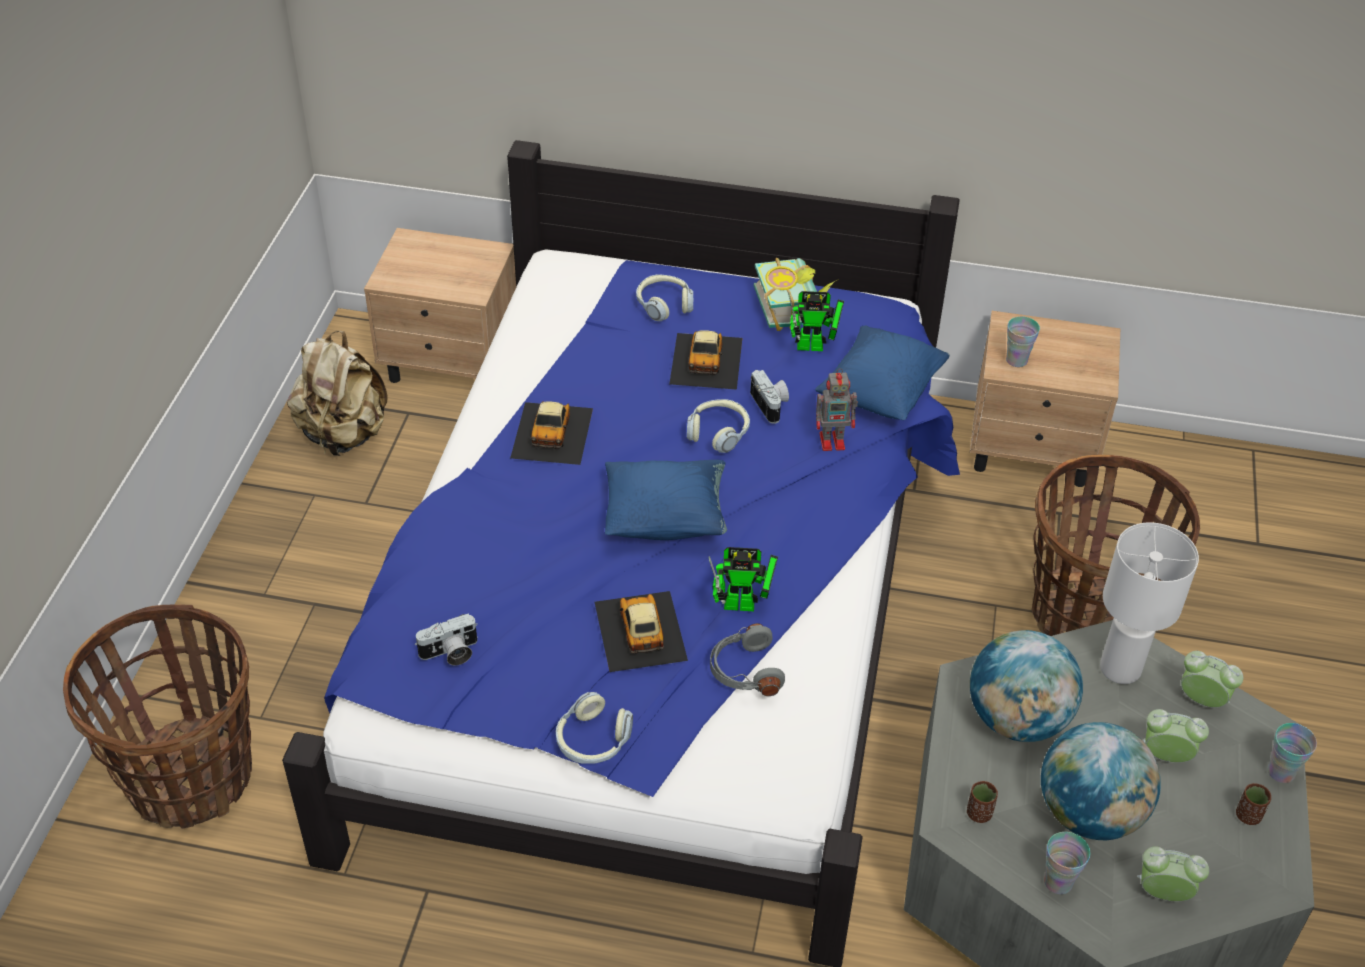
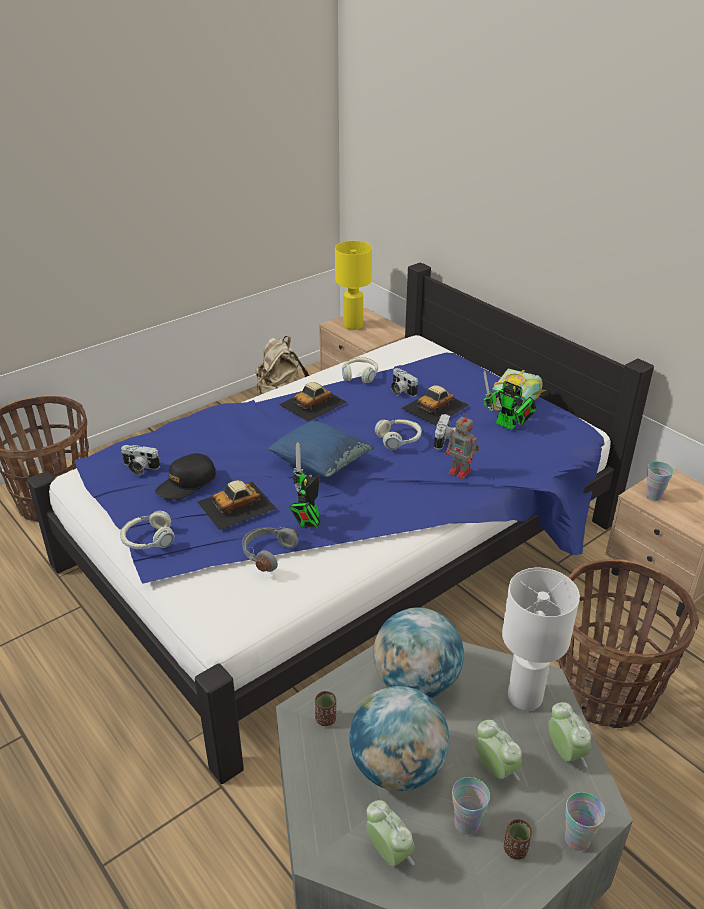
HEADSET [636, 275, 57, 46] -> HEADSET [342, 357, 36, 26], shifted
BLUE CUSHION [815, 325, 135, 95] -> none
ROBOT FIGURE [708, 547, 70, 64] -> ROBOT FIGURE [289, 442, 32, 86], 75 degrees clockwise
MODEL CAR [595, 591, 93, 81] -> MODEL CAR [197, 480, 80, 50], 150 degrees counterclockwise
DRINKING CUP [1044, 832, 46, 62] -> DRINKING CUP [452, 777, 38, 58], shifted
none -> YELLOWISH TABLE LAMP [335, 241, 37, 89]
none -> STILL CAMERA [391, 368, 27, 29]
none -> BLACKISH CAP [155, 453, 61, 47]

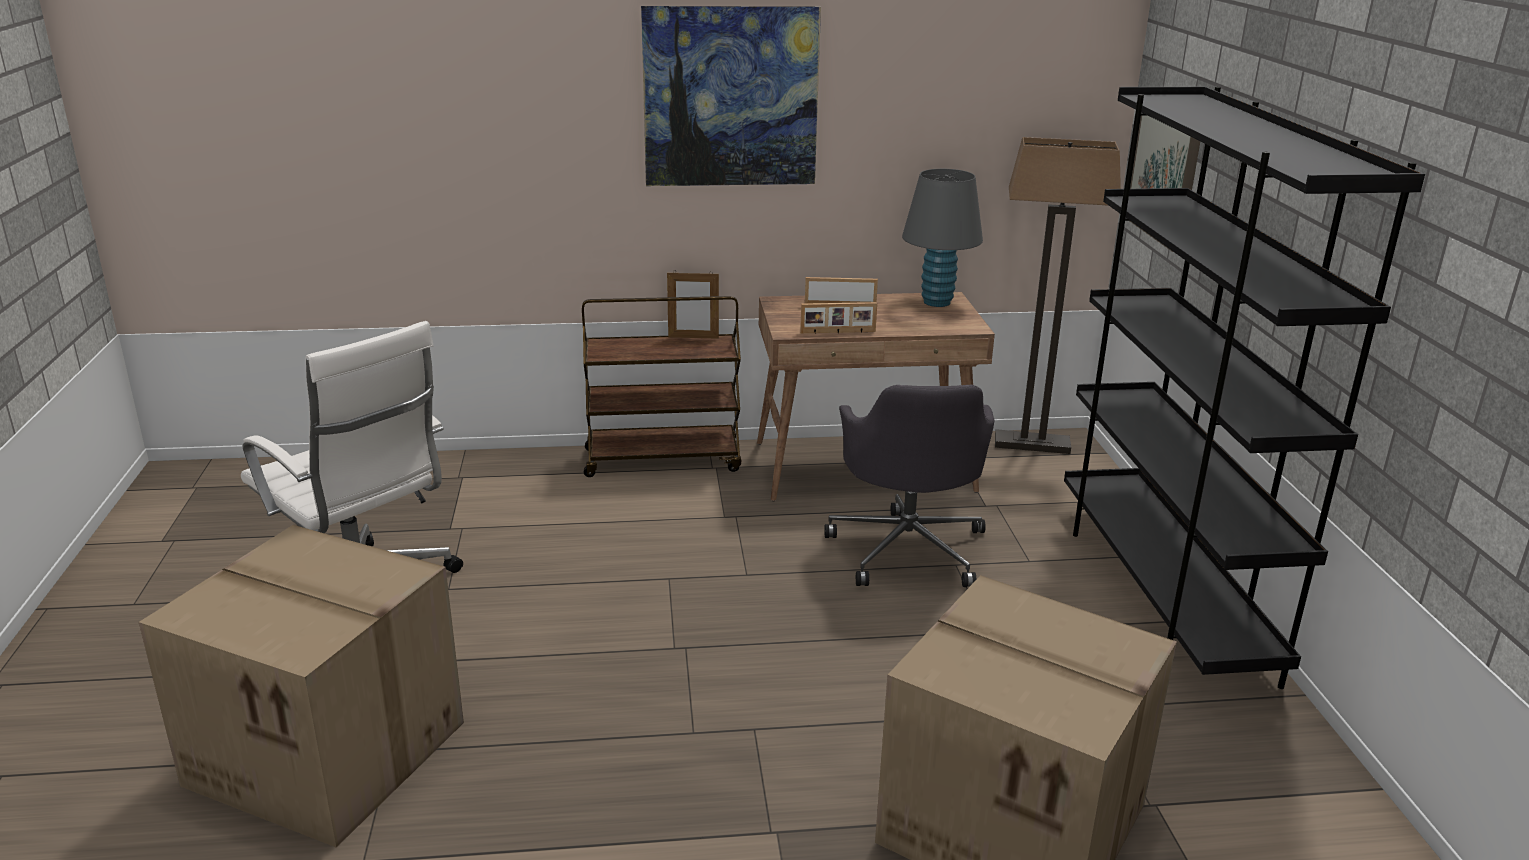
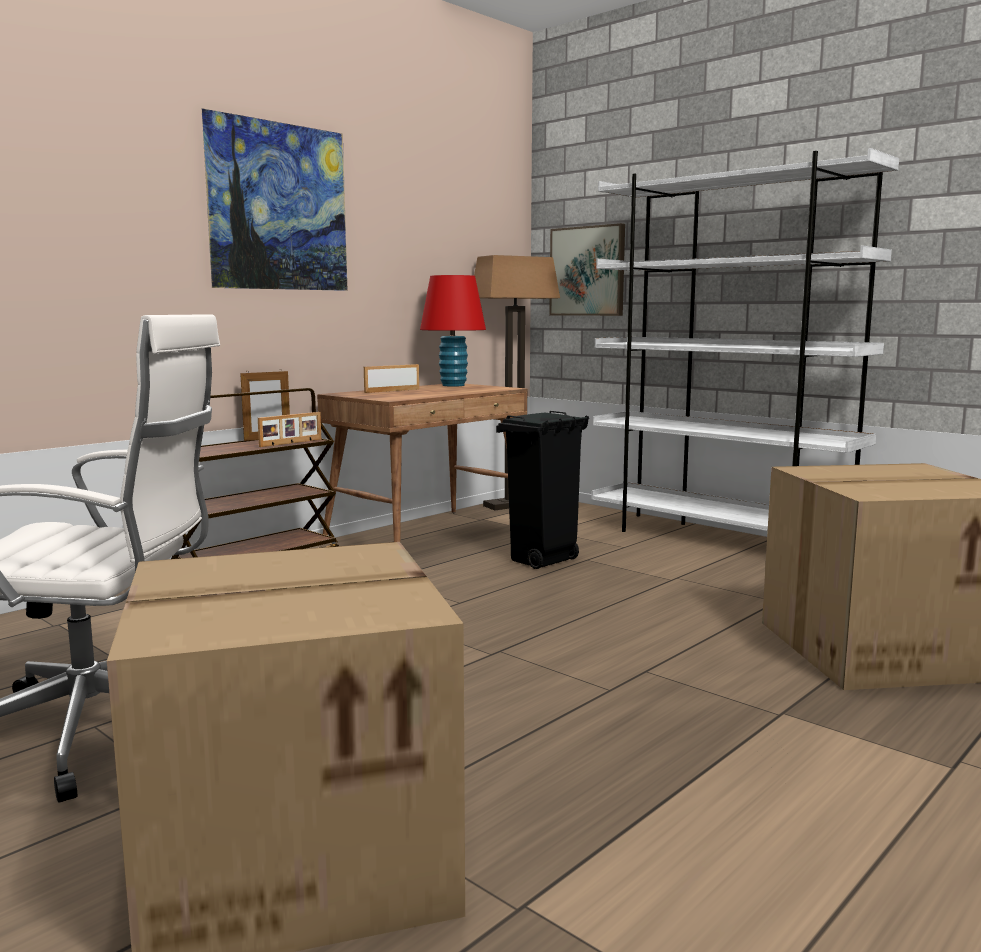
BLACKISH BOOKSHELF [1064, 87, 361, 602] -> WHITE-COLOURED BOOKSHELF [591, 148, 308, 384]
GREY TABLE LAMP [902, 169, 81, 138] -> REDDISH TABLE LAMP [420, 275, 66, 112]
PHOTO FRAME [800, 302, 77, 31] -> PHOTO FRAME [258, 412, 63, 35], shifted
GREY OFFICE CHAIR [824, 385, 171, 202] -> BLACKISH WASTE BIN [496, 411, 93, 158]

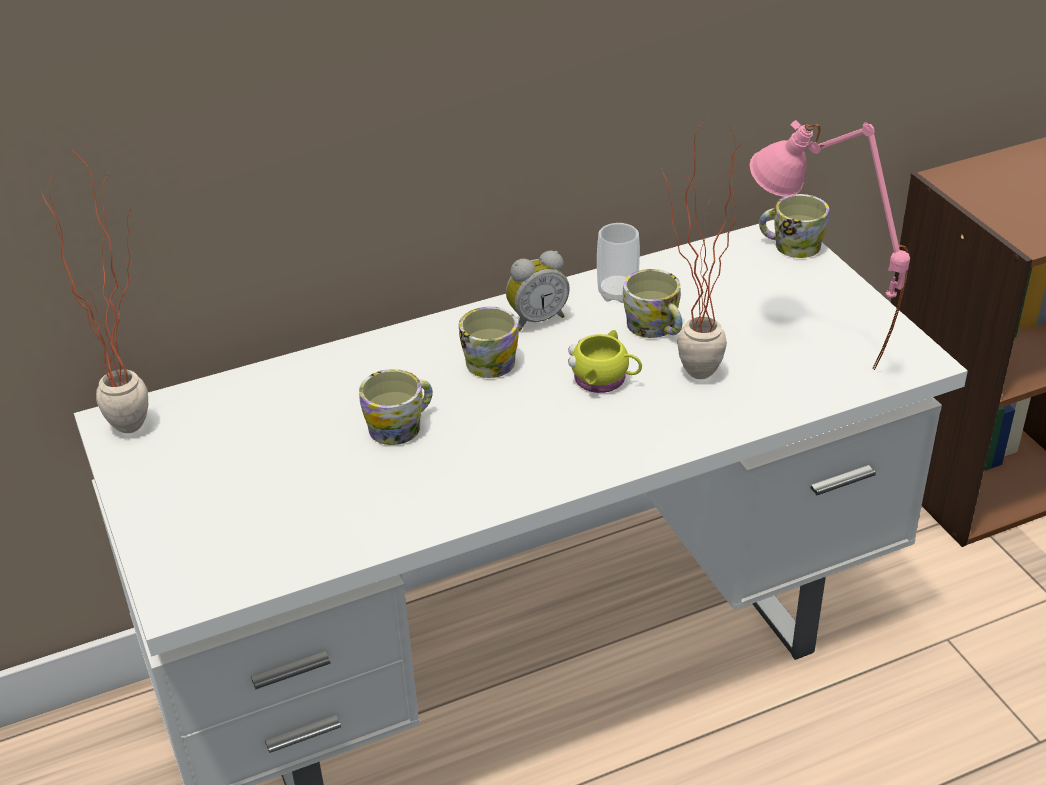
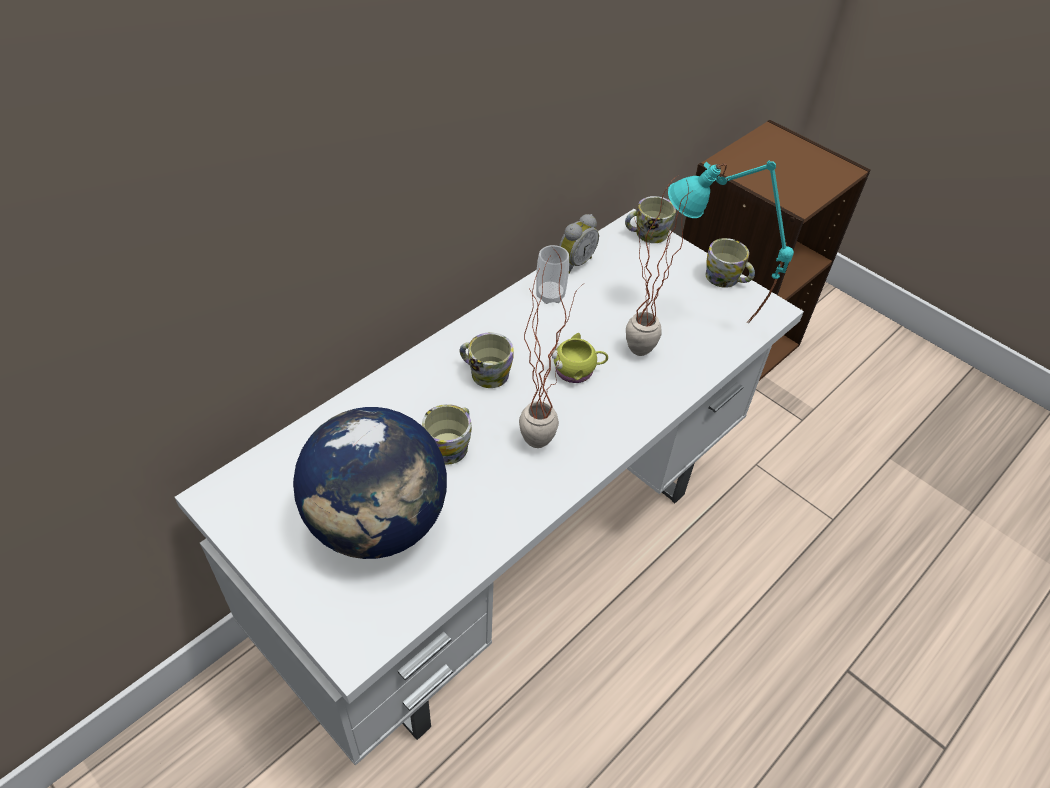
PINK TABLE LAMP [750, 120, 160, 250] -> TURQUOISE TABLE LAMP [668, 160, 126, 163]
POTTED PLANT [42, 148, 106, 285] -> POTTED PLANT [519, 247, 63, 201], shifted
BEDSIDE CLOCK [506, 251, 64, 80] -> BEDSIDE CLOCK [559, 214, 40, 60], shifted
COFFEE MUG [623, 269, 59, 69] -> COFFEE MUG [706, 238, 49, 50], shifted
none -> GLOBE [293, 407, 154, 152]

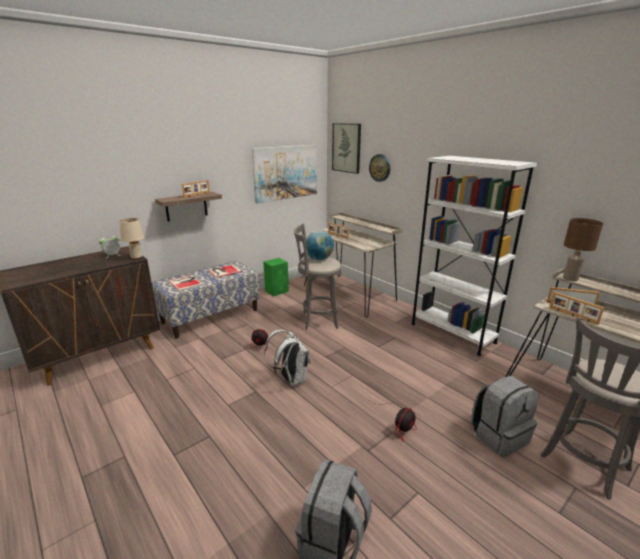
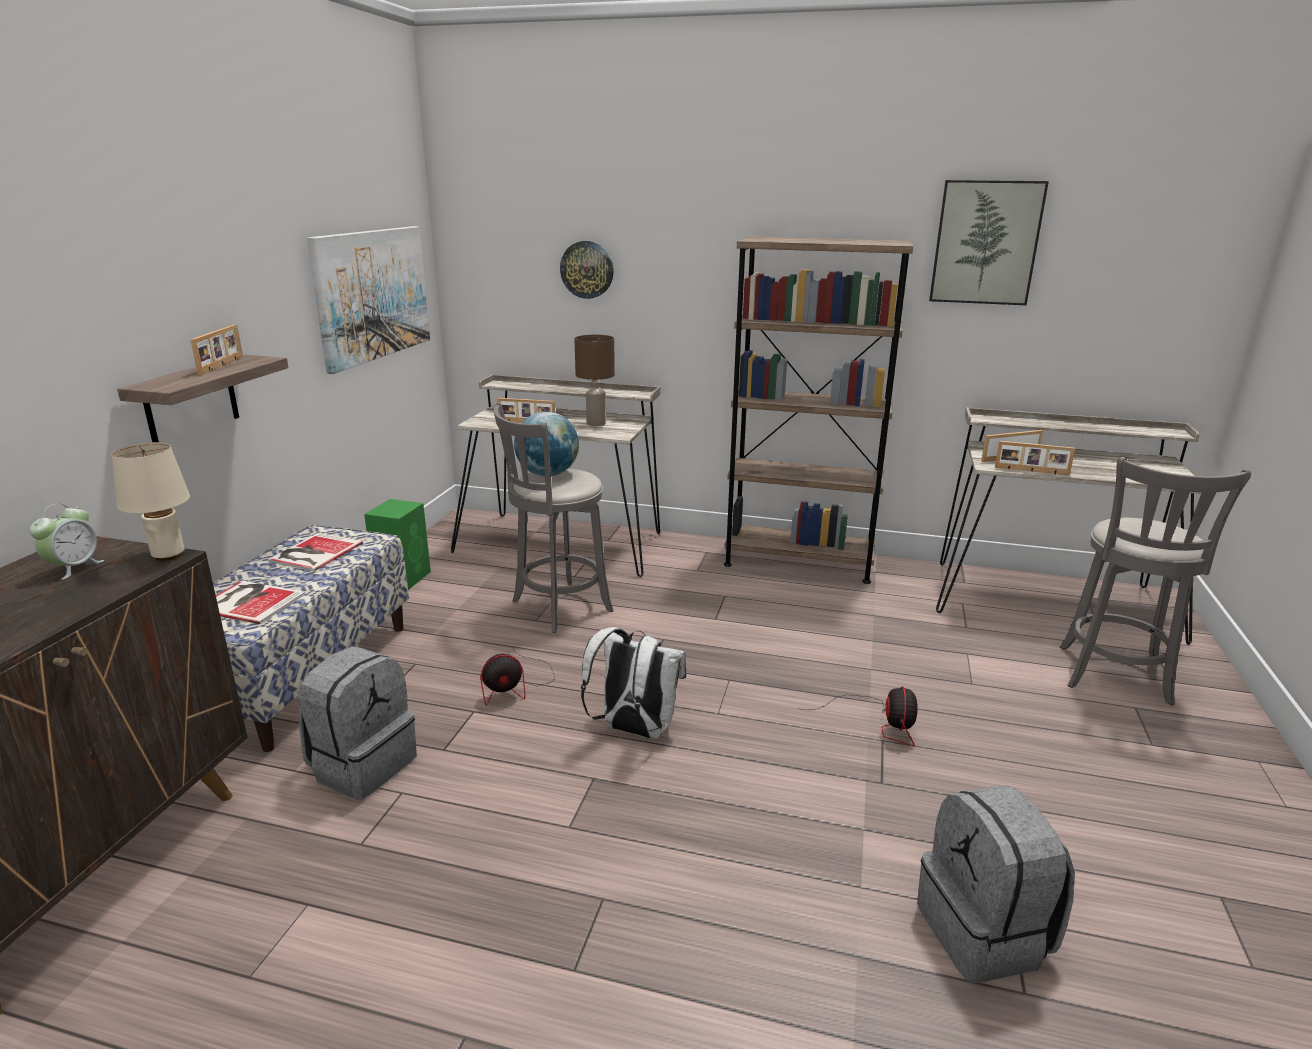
PICTURE [332, 123, 29, 51] -> PICTURE [929, 180, 120, 125], shifted
WHITE-COLOURED BOOKSHELF [411, 156, 126, 200] -> BROWN-COLOURED BOOKSHELF [724, 236, 189, 348]
BROWN-COLOURED TABLE LAMP [563, 218, 40, 63] -> BROWN-COLOURED TABLE LAMP [574, 335, 41, 91], shifted
GREY KNAPSACK [471, 376, 67, 81] -> GREY KNAPSACK [299, 646, 118, 154], shifted

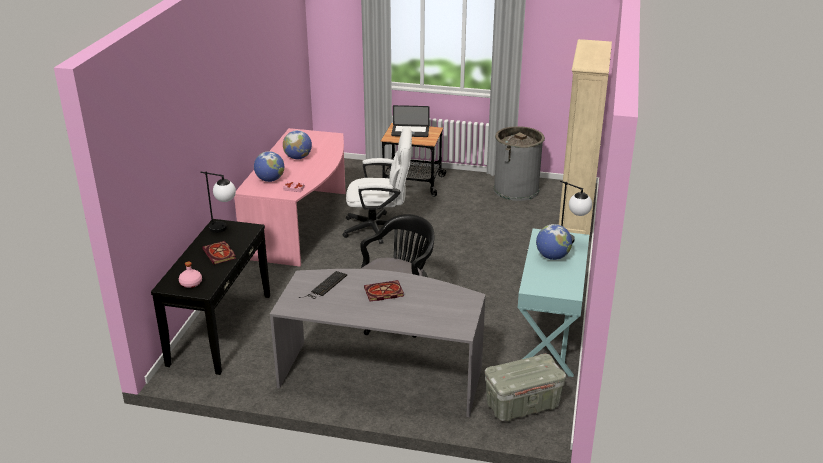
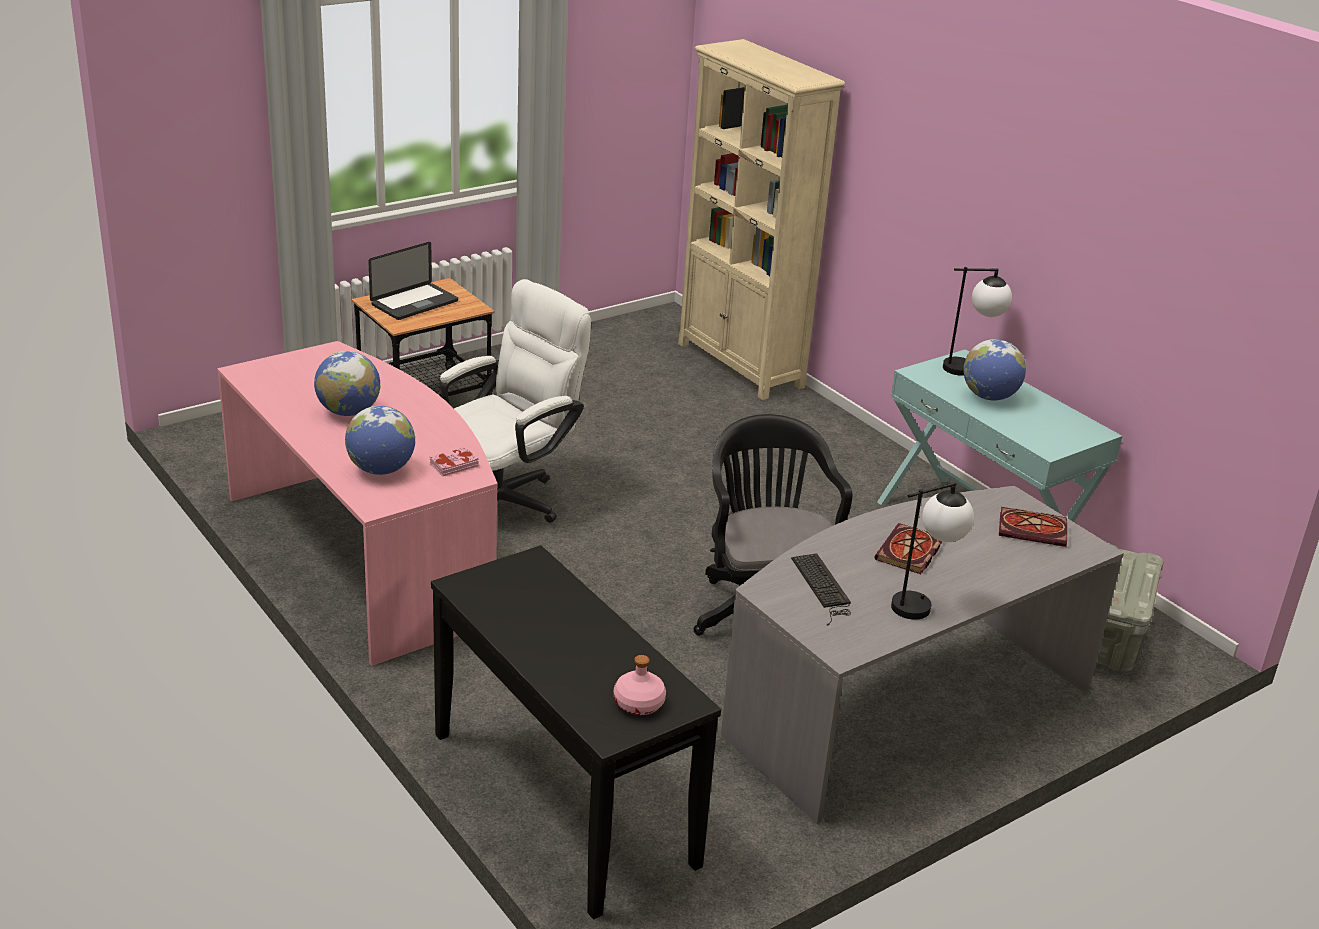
GREY WASTE BIN [493, 126, 52, 75] -> none
TABLE LAMP [200, 171, 36, 62] -> TABLE LAMP [891, 482, 83, 138], shifted
BOOK [202, 241, 34, 24] -> BOOK [999, 507, 68, 40], shifted

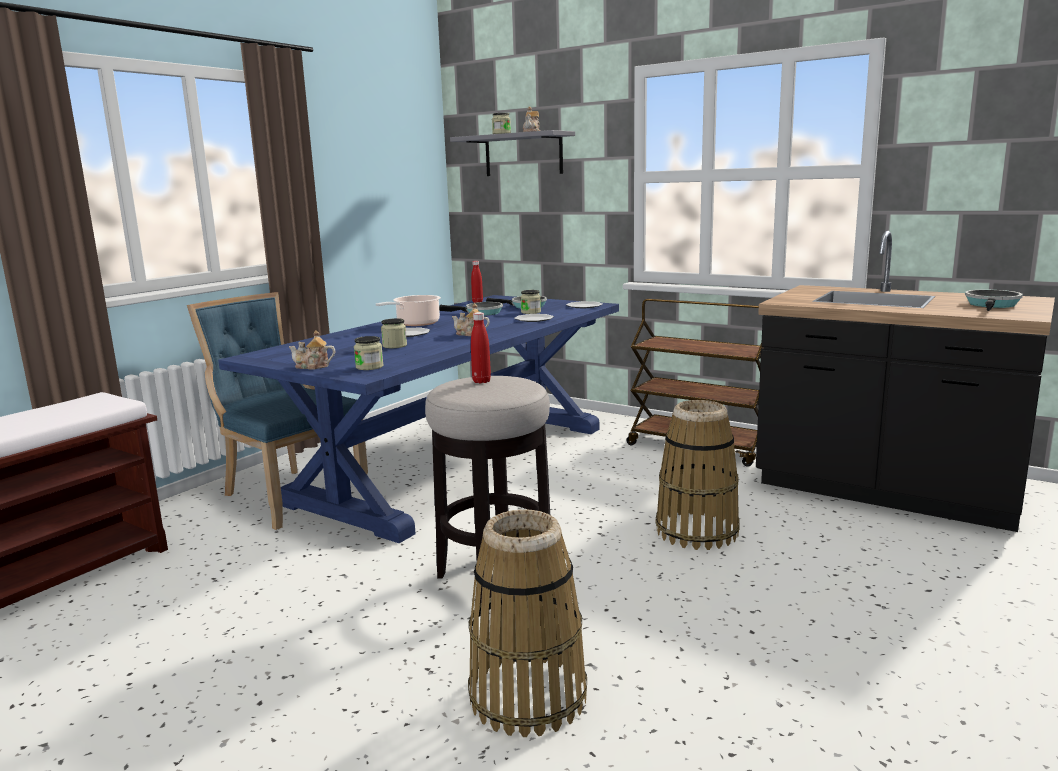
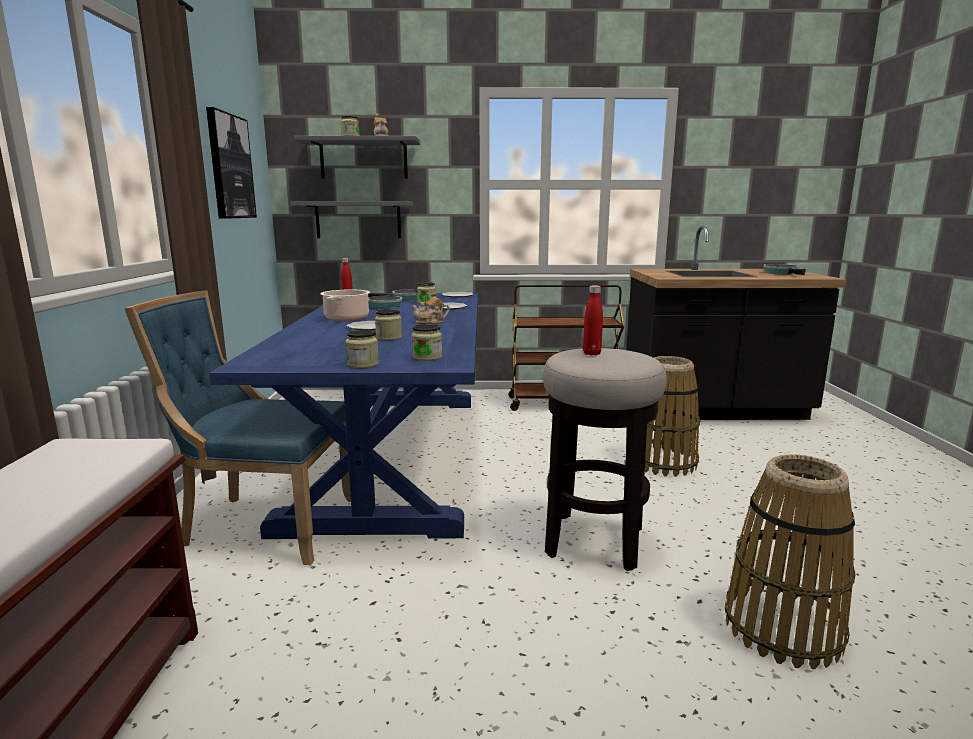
TEAPOT [289, 330, 46, 40] -> JAR [346, 329, 33, 39]
none -> PICTURE [206, 107, 51, 112]
none -> GREY SHELF [290, 201, 123, 37]

